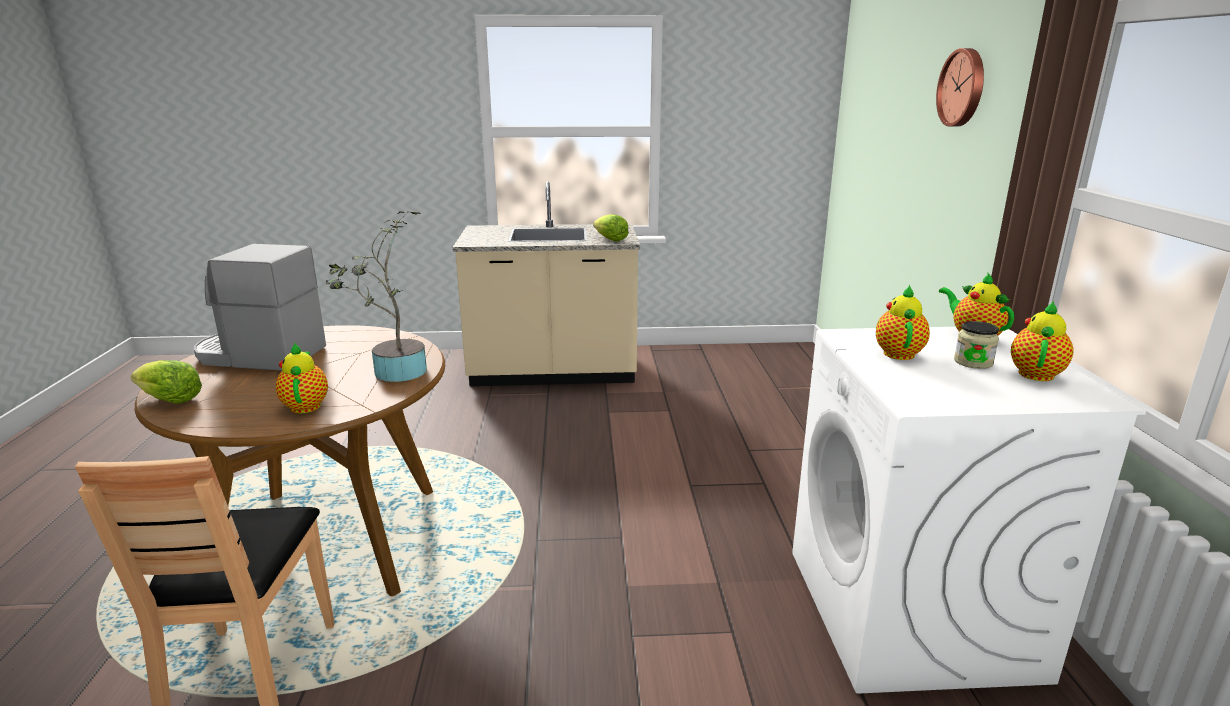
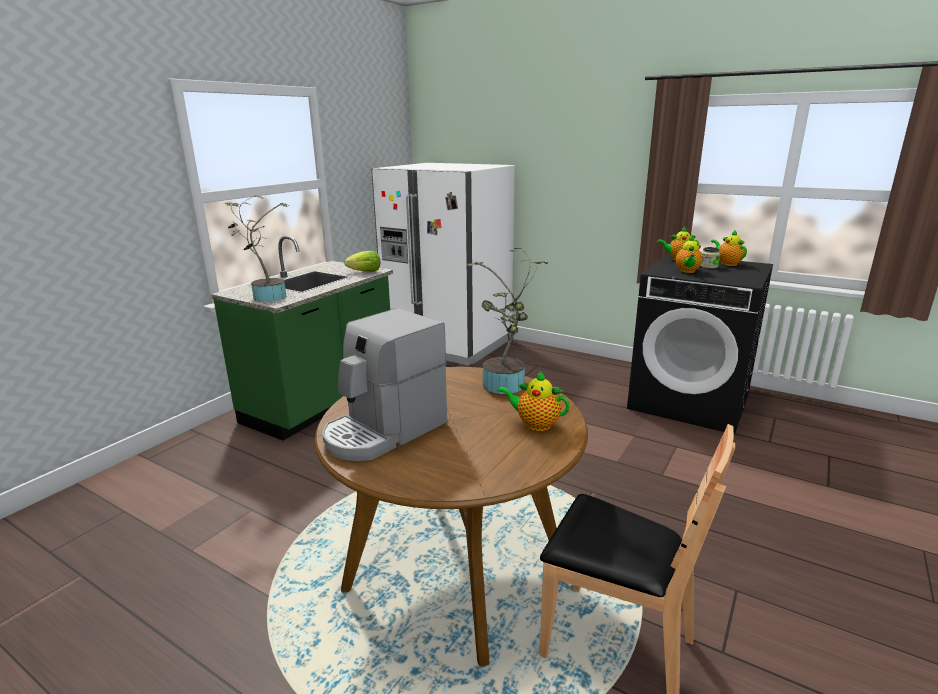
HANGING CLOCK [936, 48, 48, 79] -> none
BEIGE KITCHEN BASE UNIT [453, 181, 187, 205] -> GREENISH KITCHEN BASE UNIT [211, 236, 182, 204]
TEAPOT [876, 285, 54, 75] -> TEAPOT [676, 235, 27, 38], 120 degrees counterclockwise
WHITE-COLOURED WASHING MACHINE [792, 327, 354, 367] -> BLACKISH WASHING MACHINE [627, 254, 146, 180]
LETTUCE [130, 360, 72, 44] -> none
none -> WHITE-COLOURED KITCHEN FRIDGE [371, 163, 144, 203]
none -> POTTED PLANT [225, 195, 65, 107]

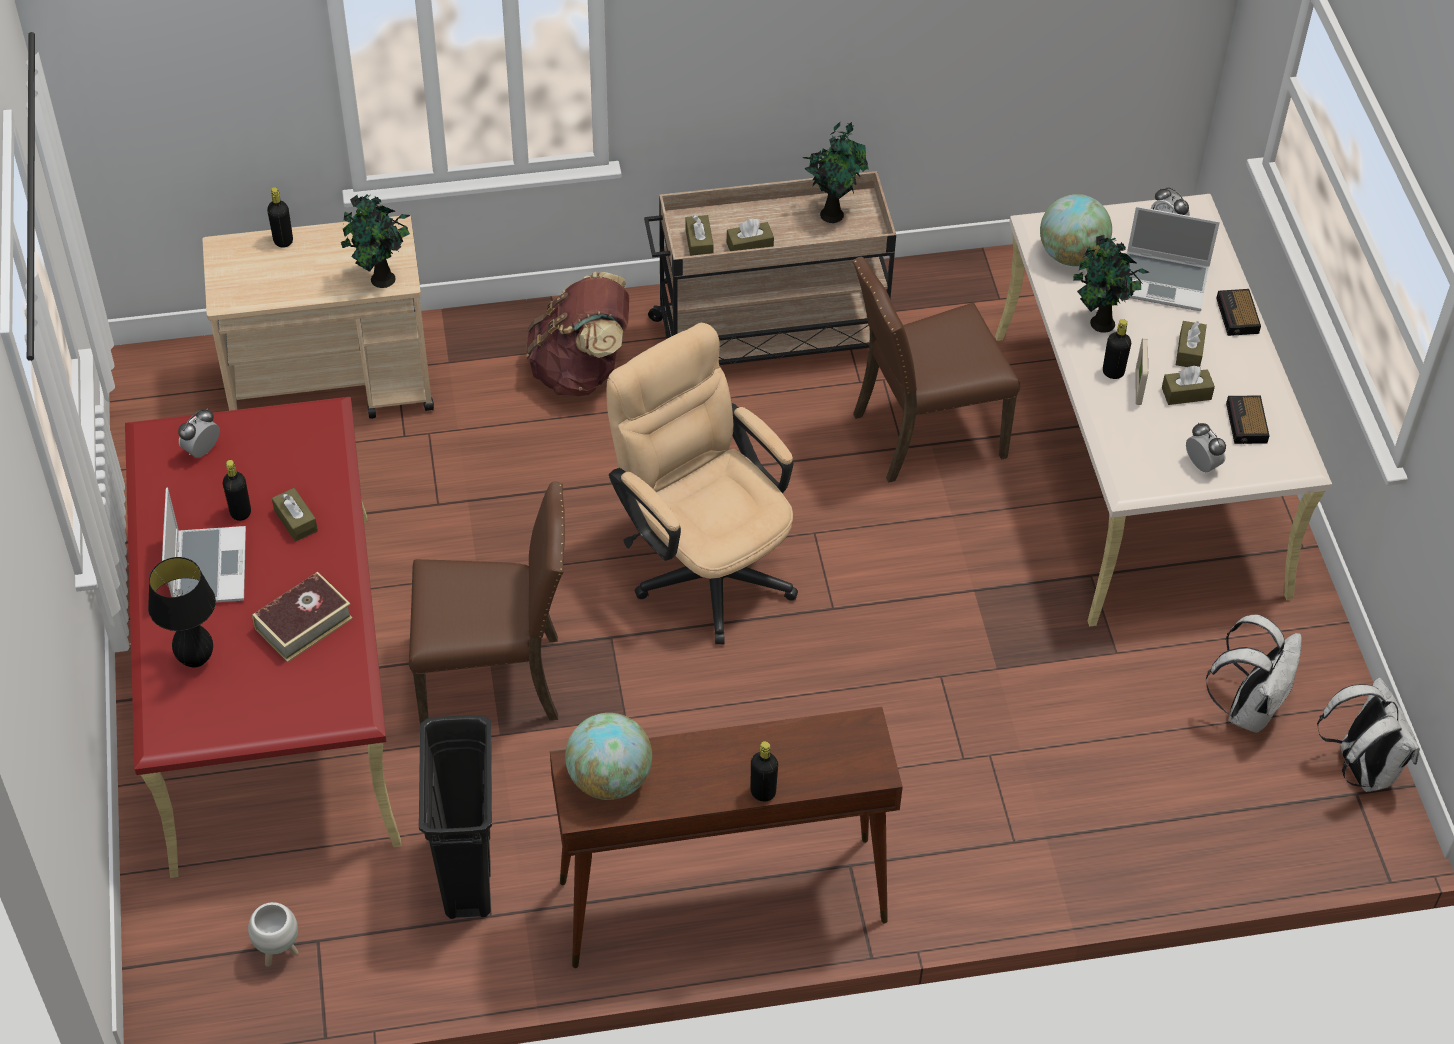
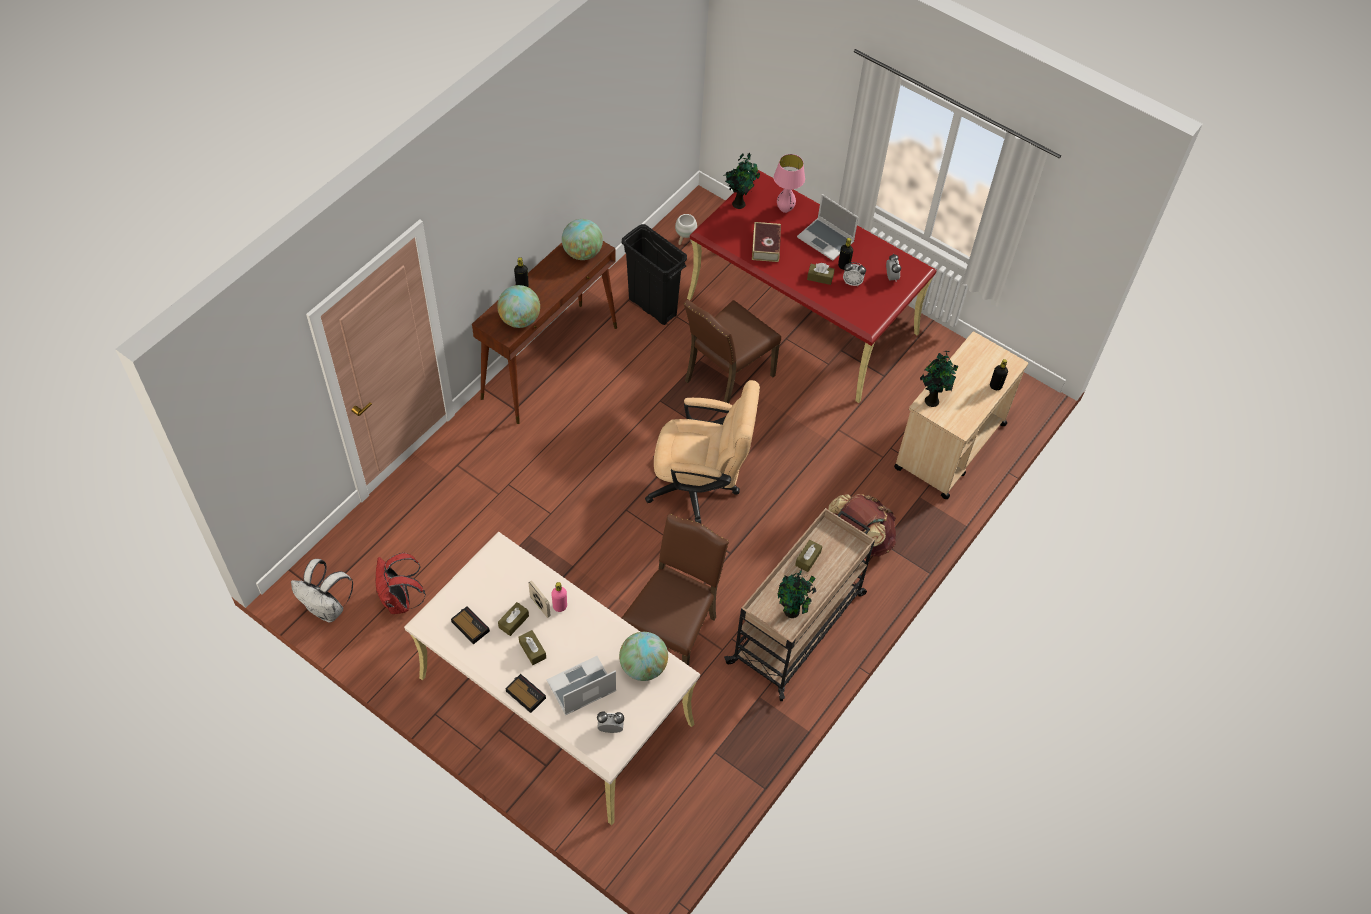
BROWN-COLOURED BOX OF TISSUES [686, 215, 28, 41] -> none
POTTED PLANT [1073, 235, 76, 98] -> POTTED PLANT [725, 153, 35, 56], shifted
BLACKISH DRINK BOTTLE [1103, 319, 28, 60] -> PINK DRINK BOTTLE [551, 582, 16, 30]
BEDSIDE CLOCK [1186, 423, 40, 49] -> BEDSIDE CLOCK [843, 262, 23, 24], shifted
BLACKISH TABLE LAMP [148, 557, 68, 110] -> PINK TABLE LAMP [774, 154, 31, 59]
WHITE-COLOURED KNAPSACK [1206, 614, 96, 119] -> REDDISH KNAPSACK [376, 553, 50, 61]
none -> GLOBE [497, 285, 43, 43]

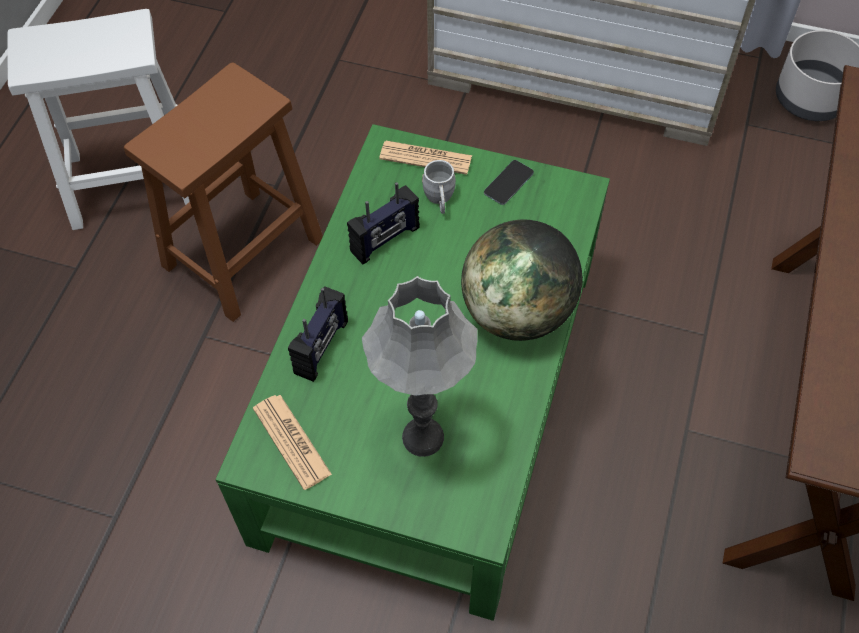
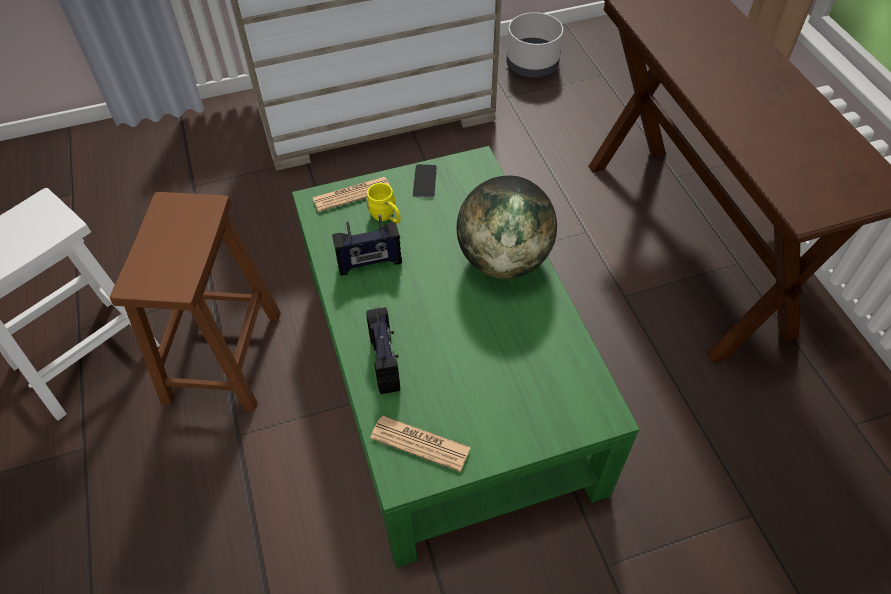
GREY COFFEE MUG [422, 160, 34, 54] -> YELLOWISH COFFEE MUG [366, 183, 35, 41]
RADIO [347, 182, 73, 82] -> RADIO [332, 214, 70, 62], 60 degrees clockwise
GREY TABLE LAMP [362, 276, 116, 181] -> none

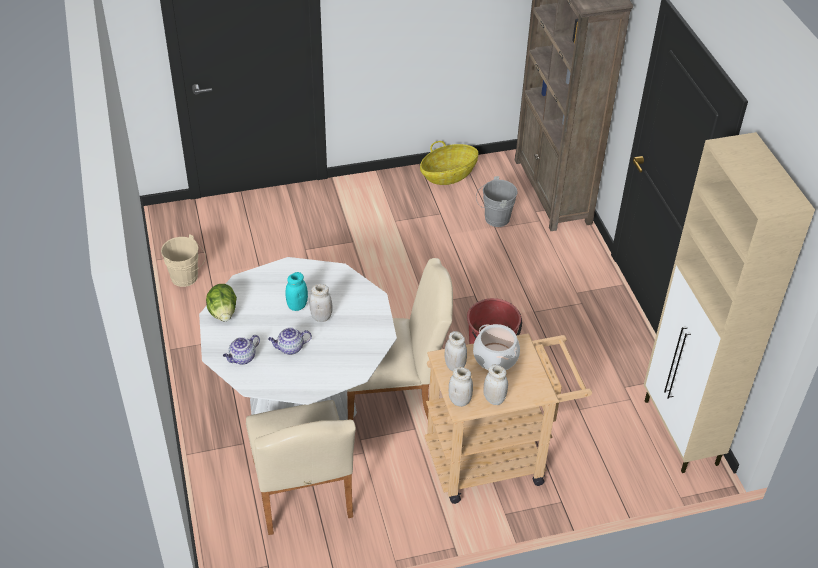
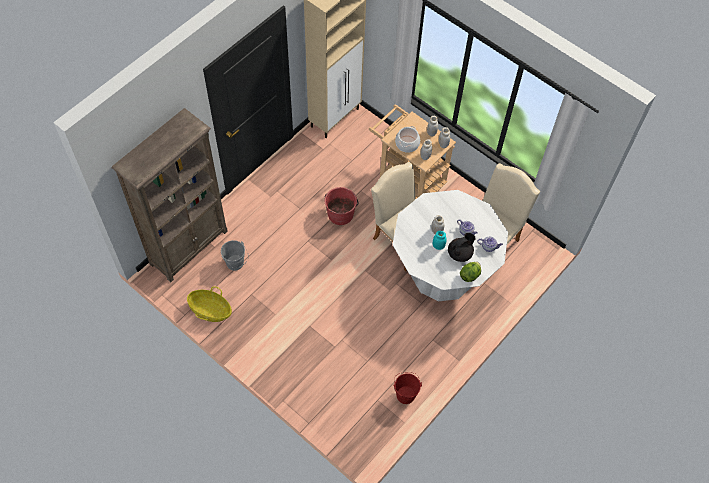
BEIGE WATER BUCKET [161, 234, 45, 53] -> REDDISH WATER BUCKET [394, 372, 28, 32]
none -> BLACKISH TEAPOT [448, 233, 28, 29]

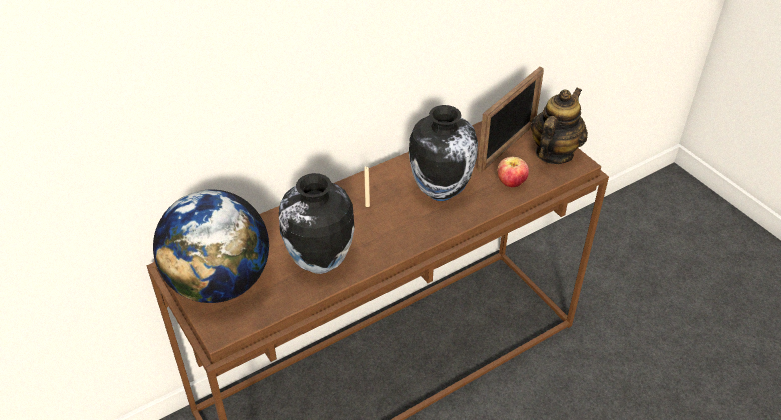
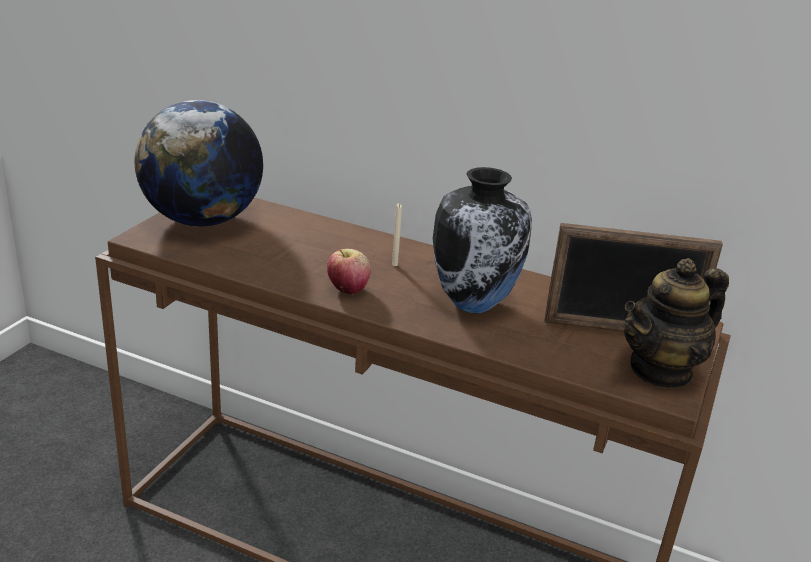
TEAPOT [531, 88, 57, 76] -> TEAPOT [624, 258, 105, 131], 150 degrees clockwise
APPLE [497, 157, 32, 30] -> APPLE [327, 249, 44, 45], shifted
VASE [279, 173, 76, 101] -> none

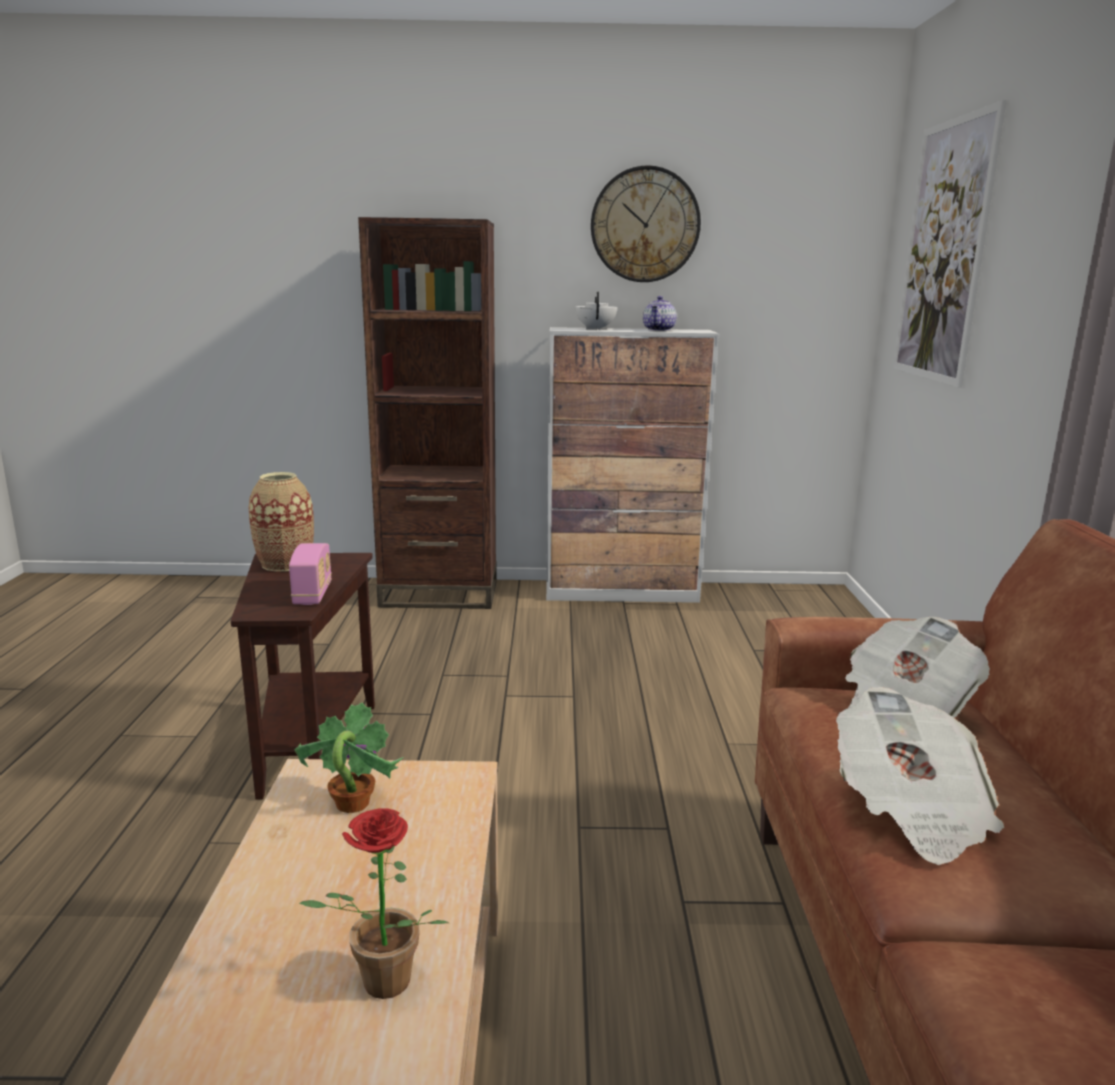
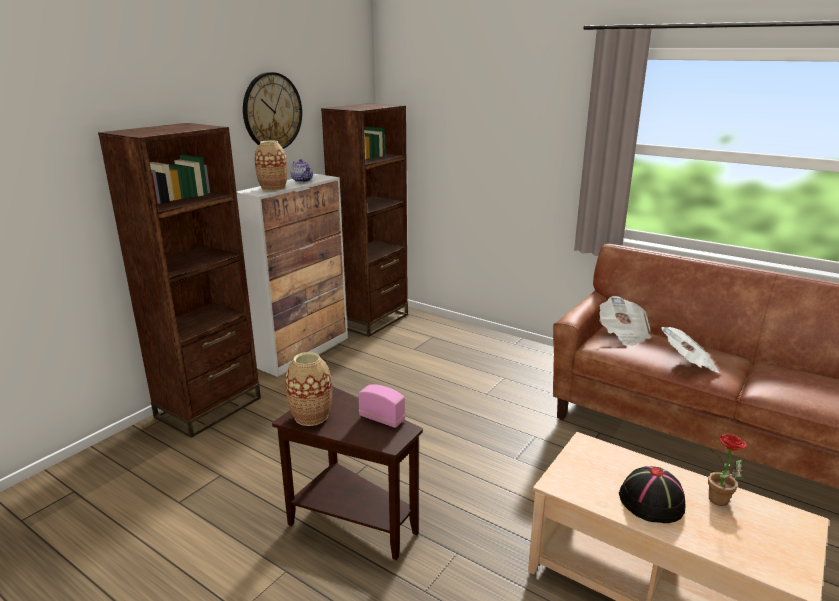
PICTURE [893, 100, 114, 288] -> none
WHITE-COLOURED TEAPOT [576, 292, 41, 38] -> VASE [255, 141, 32, 50]
POTTED PLANT [295, 702, 109, 111] -> none
none -> BROWN-COLOURED BOOKSHELF [321, 103, 87, 234]
none -> BLACKISH CLOTHING HAT [619, 466, 66, 57]

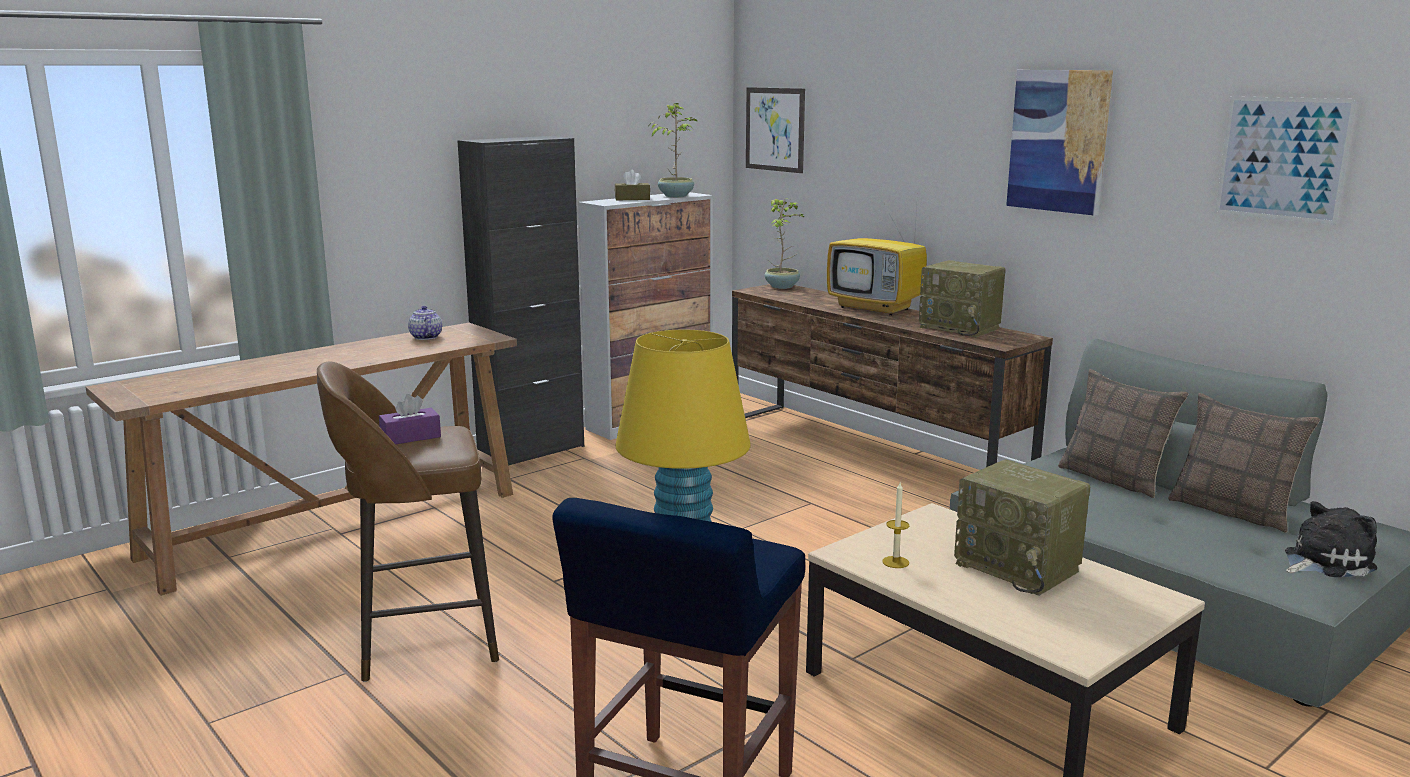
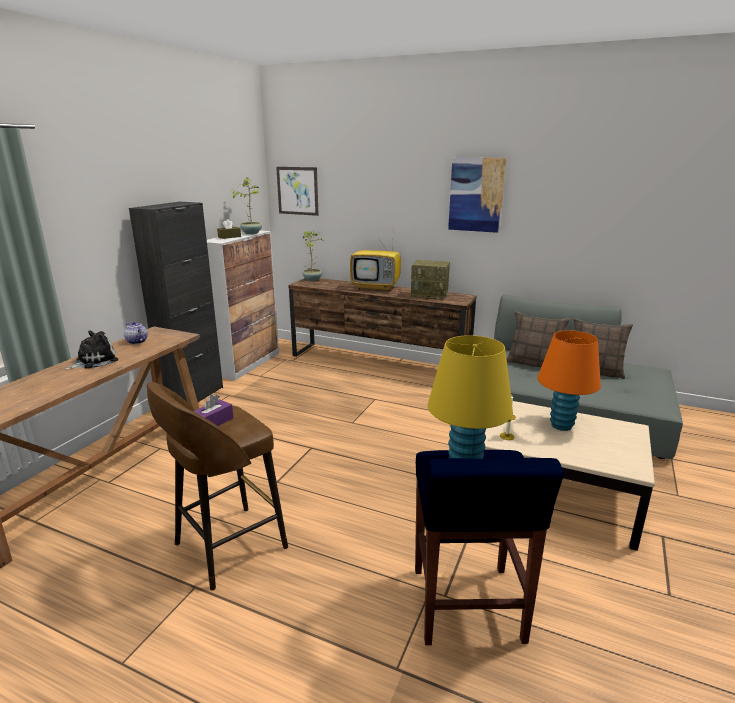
PICTURE [1215, 96, 142, 129] -> none
RADIO [954, 459, 136, 137] -> ORANGE-COLOURED TABLE LAMP [538, 330, 63, 101]
CUDDLY TOY [1285, 501, 92, 76] -> CUDDLY TOY [64, 330, 54, 40], shifted

